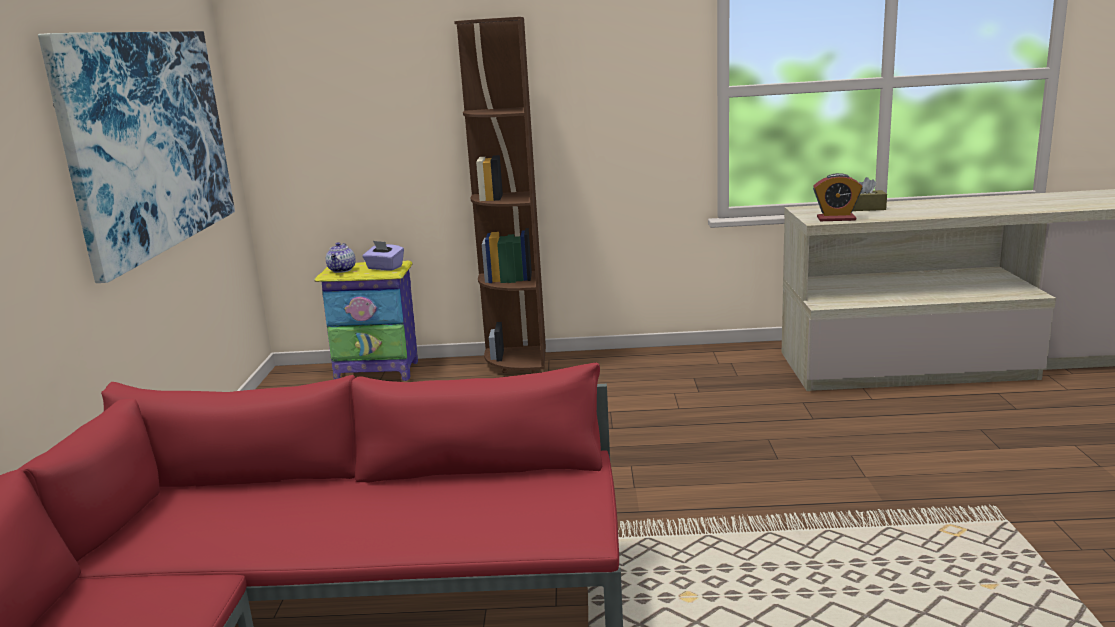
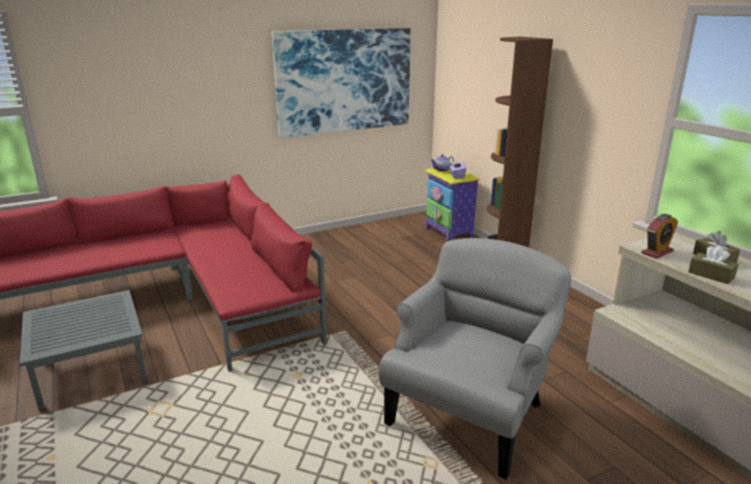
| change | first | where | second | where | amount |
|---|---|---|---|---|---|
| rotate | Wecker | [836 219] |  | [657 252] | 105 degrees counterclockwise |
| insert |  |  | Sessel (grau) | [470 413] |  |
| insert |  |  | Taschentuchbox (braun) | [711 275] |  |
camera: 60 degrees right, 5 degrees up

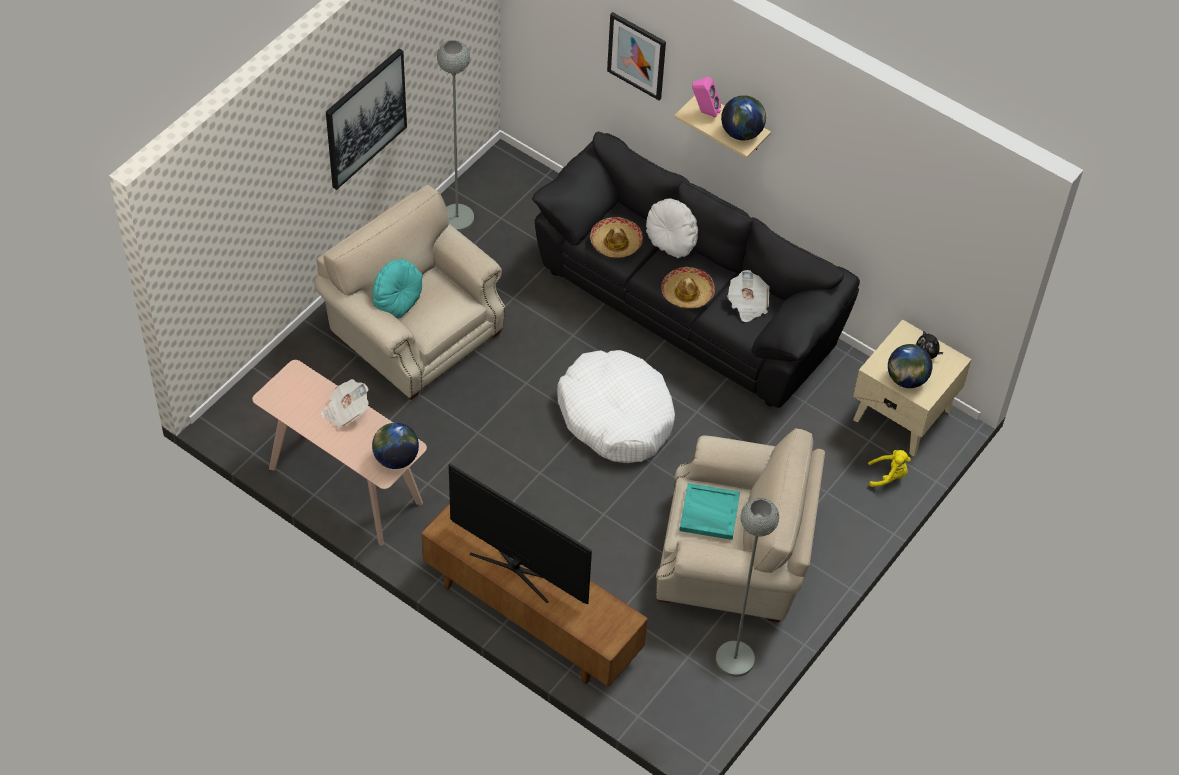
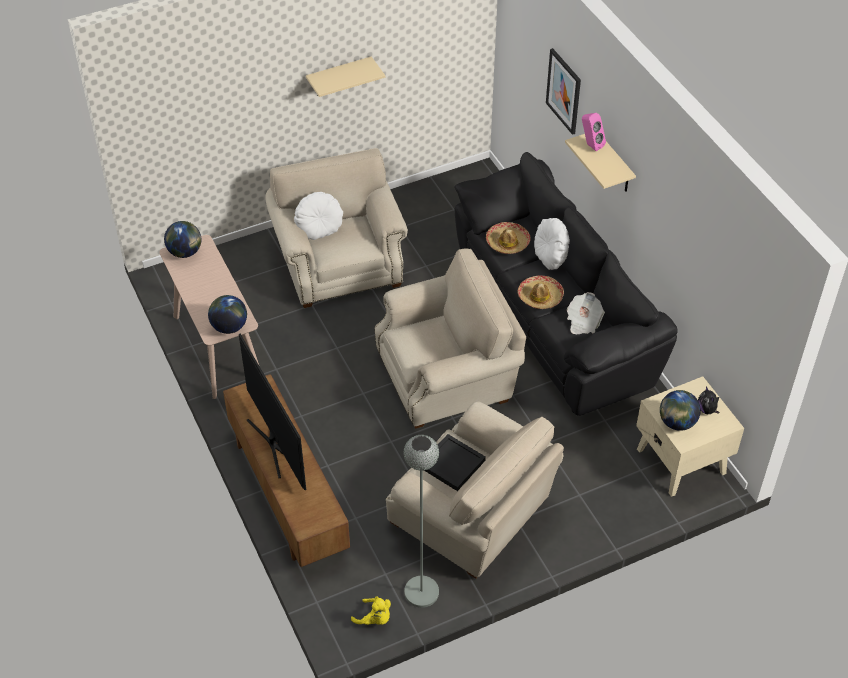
| change | first | where | second | where | amount |
|---|---|---|---|---|---|
| delete | Stehlampe (grau) | [457 219] |  |  |  |
| replace | Bild | [365 118] | Wandregal (beige) | [339 77] |  |
| move | Globus | [742 133] |  | [185 252] |  |
| recolor | Kissen (türkis) | [398 305] | Kissen (weiß) | [319 232] |  |
| replace | Hundebett (weiß) | [616 415] | Sessel (beige) | [448 375] |  |
| delete | Zeitung | [345 411] |  |  |  |
| move | Plüschtier (gelb) | [888 476] |  | [374 619] |  |
| recolor | Tablett (türkis) | [709 513] | Tablett (schwarz) | [451 464] |  |
camera: 30 degrees right, 5 degrees down

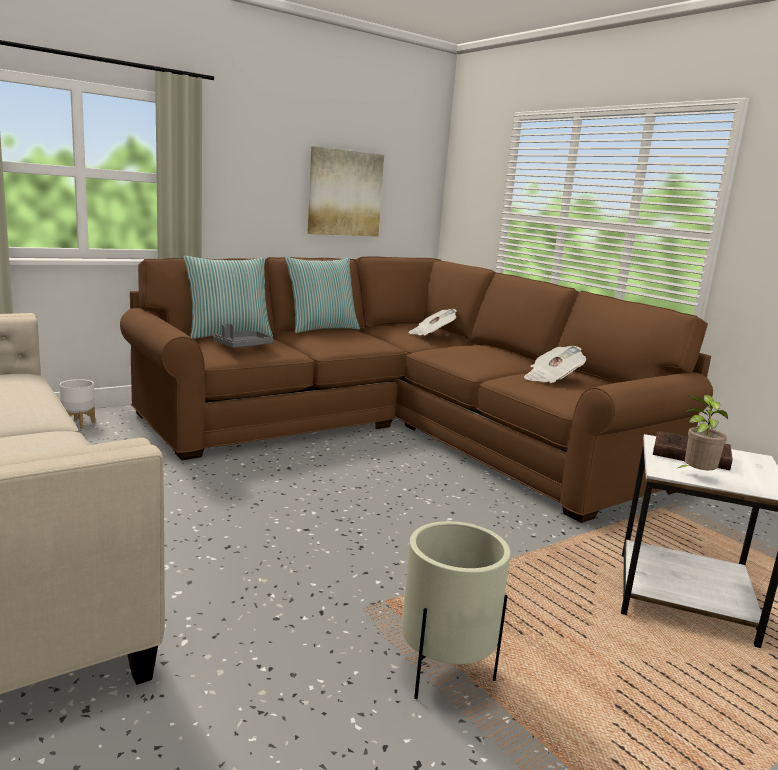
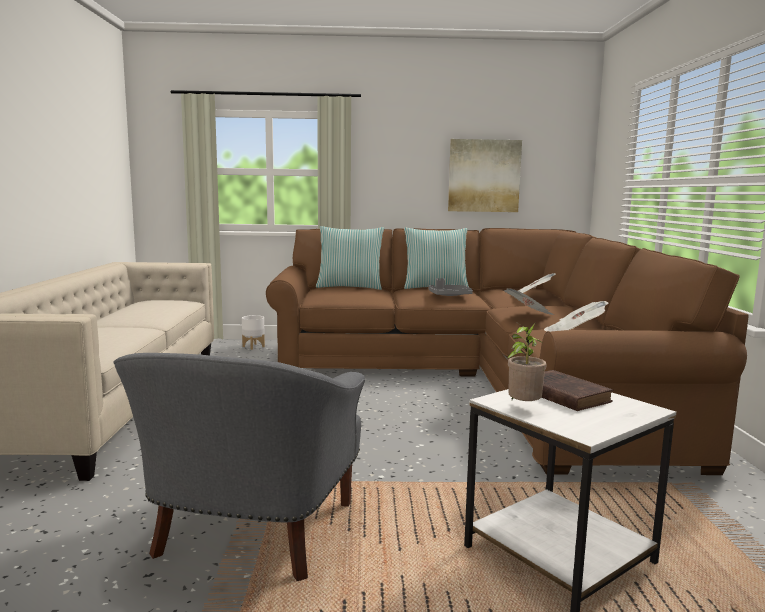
| change | first | where | second | where | amount |
|---|---|---|---|---|---|
| move | Tablett (grau) | [242 346] |  | [449 295] |  |
| replace | Pflanzkübel (beige) | [444 673] | Sessel (grau) | [251 534] |  |
| insert |  |  | Zeitung | [528 315] |  |
camera: 35 degrees right, 5 degrees down

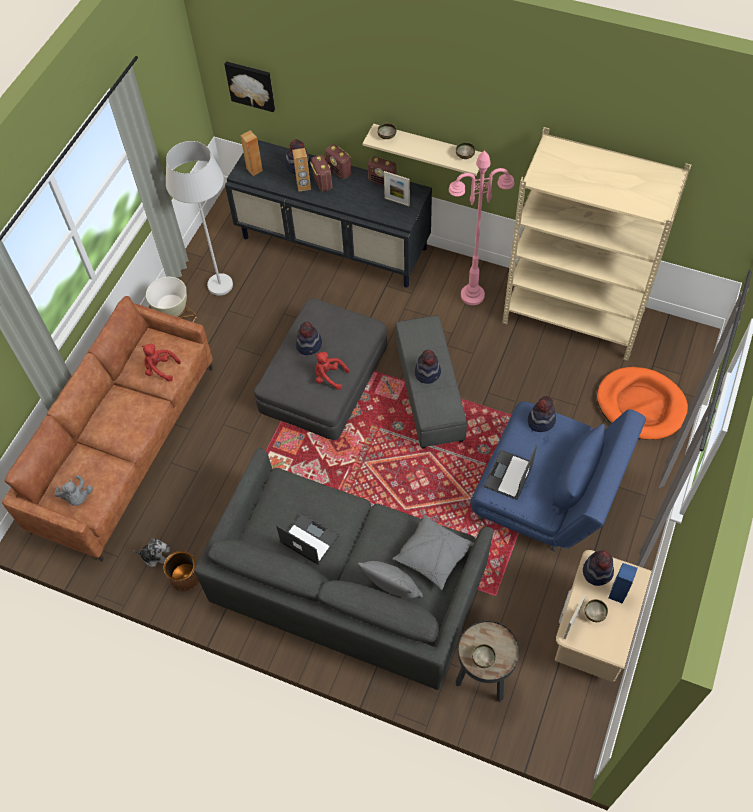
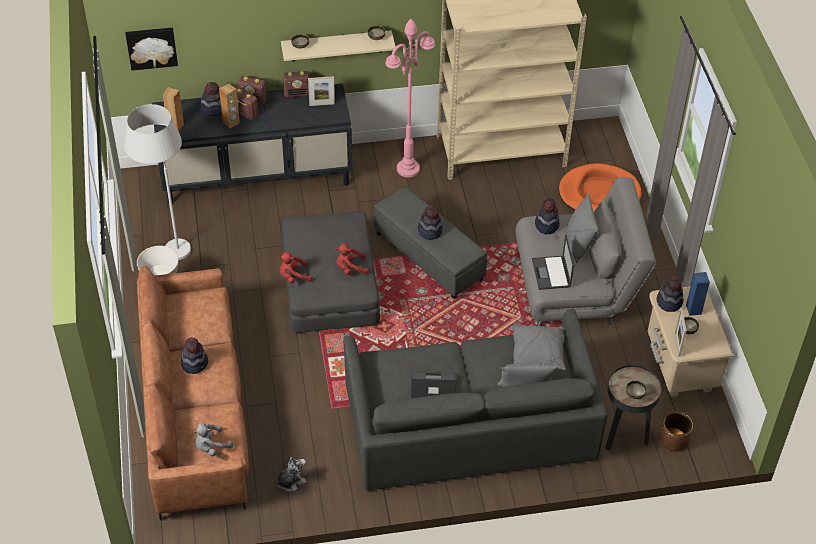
| change | first | where | second | where | amount |
|---|---|---|---|---|---|
| move | Hut | [309 345] |  | [195 363] |  |
| move | Plüschtier (rot) | [160 369] |  | [294 277] |  |
| recolor | Sessel (blau) | [548 494] | Sessel (grau) | [577 286] |  |
| rotate | Plüschtier (grau) | [77 497] |  | [211 447] | 120 degrees clockwise |
| move | Pflanzkübel (braun) | [184 576] |  | [673 439] |  |
| insert |  |  | Kissen (grau) | [578 244] |  |
camera: 35 degrees left, 10 degrees down

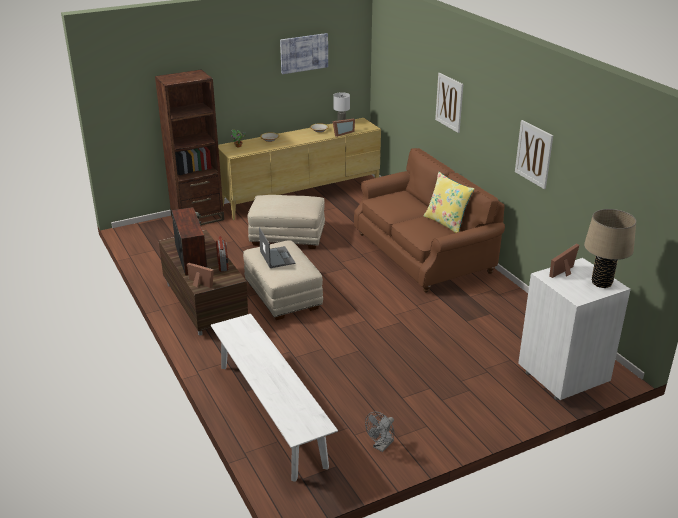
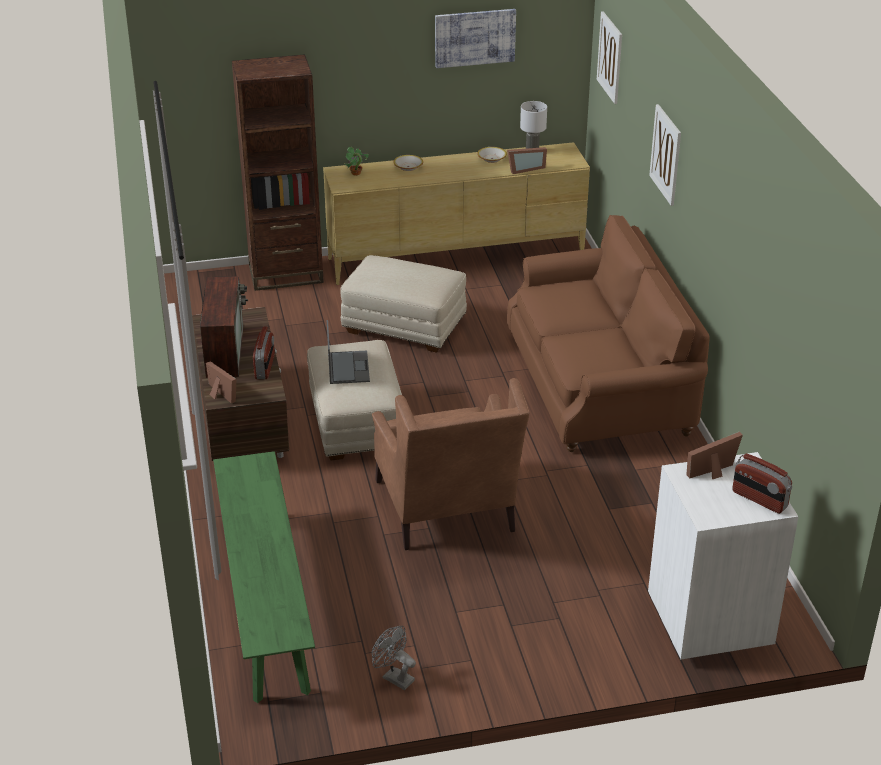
| change | first | where | second | where | amount |
|---|---|---|---|---|---|
| move | Bild | [534 154] |  | [610 57] |  |
| delete | Kissen (gelb) | [446 223] |  |  |  |
| replace | Tischlampe (beige) | [601 283] | Radio | [759 499] |  |
| recolor | Bank (weiß) | [270 413] | Bank (grün) | [265 601] |  |
| rotate | Ventilator (grau) | [381 446] |  | [394 677] | 75 degrees clockwise |
| insert |  |  | Sessel (braun) | [449 512] |  |
camera: 15 degrees right, 5 degrees up

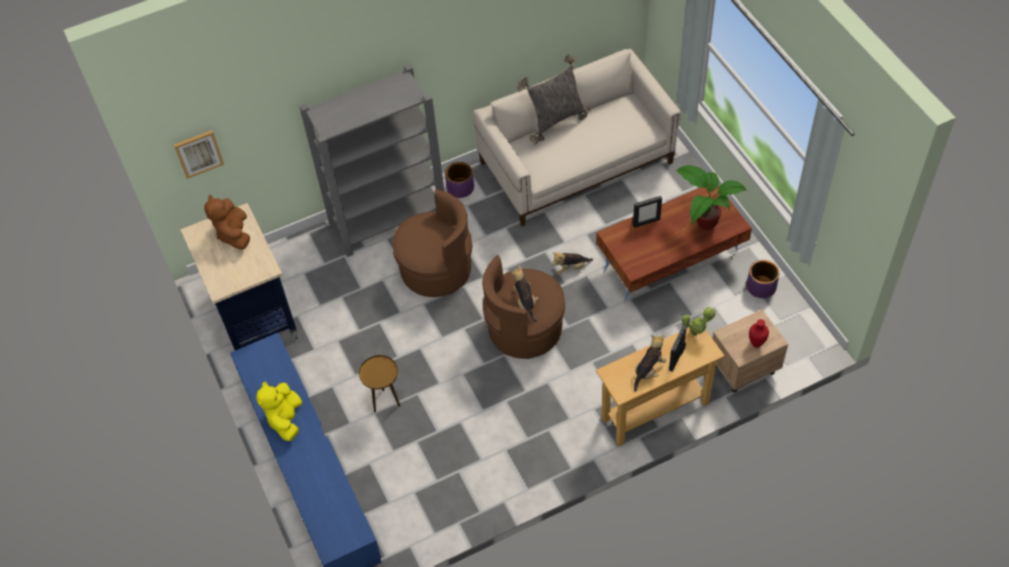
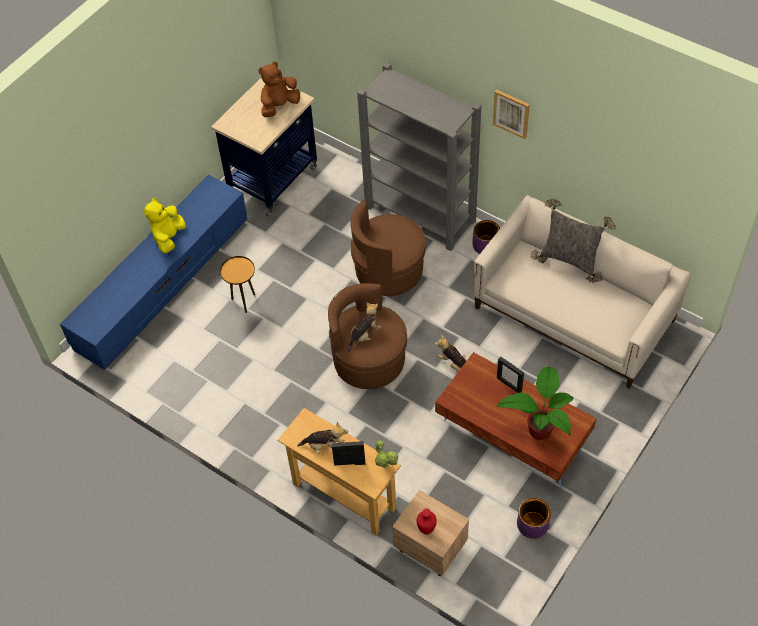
| change | first | where | second | where | amount |
|---|---|---|---|---|---|
| move | Bild | [198 153] |  | [511 113] |  |
| rotate | Sessel (braun) | [436 270] |  | [389 271] | 105 degrees clockwise |
| rotate | Plüschtier (gelb) | [285 419] |  | [169 237] | 45 degrees counterclockwise |
camera: 60 degrees right, 0 degrees up

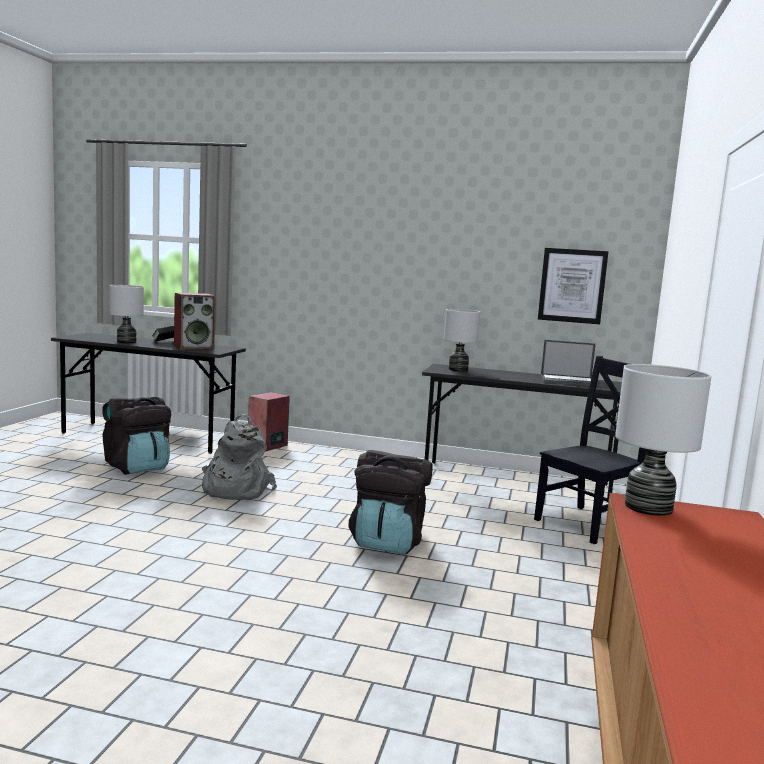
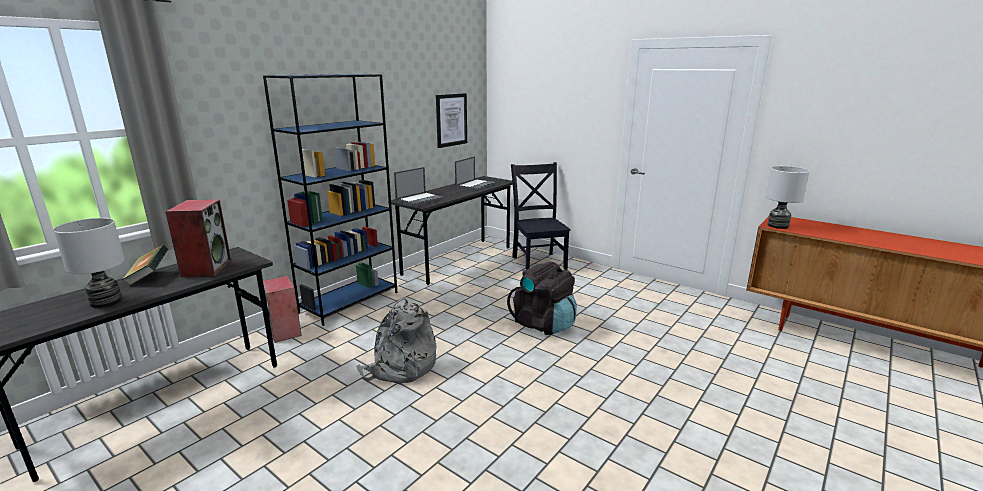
| change | first | where | second | where | amount |
|---|---|---|---|---|---|
| replace | Tischlampe (grau) | [458 369] | Laptop | [420 199] |  |
| delete | Rucksack (schwarz) | [137 467] |  |  |  |
| insert |  |  | Bücherregal (blau) | [349 302] |  |
camera: 65 degrees left, 10 degrees up

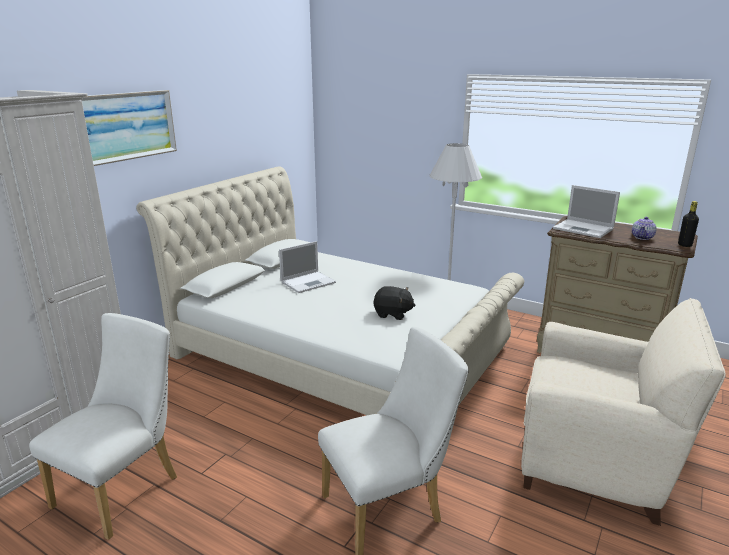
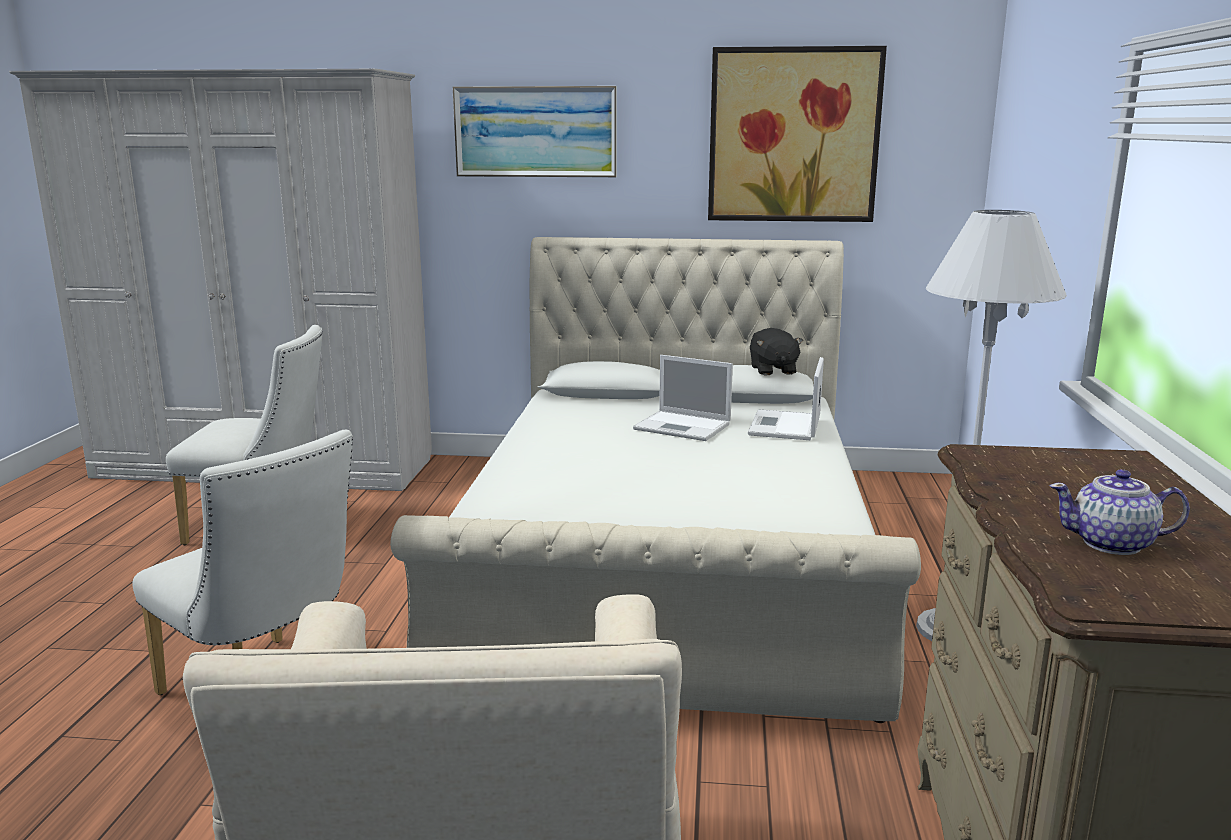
| change | first | where | second | where | amount |
|---|---|---|---|---|---|
| move | Laptop | [584 229] |  | [785 426] |  |
| delete | Flasche (schwarz) | [684 245] |  |  |  |
| move | Plüschtier (schwarz) | [393 314] |  | [772 370] |  |
| insert |  |  | Bild | [793 135] |  |
camera: 65 degrees right, 5 degrees down

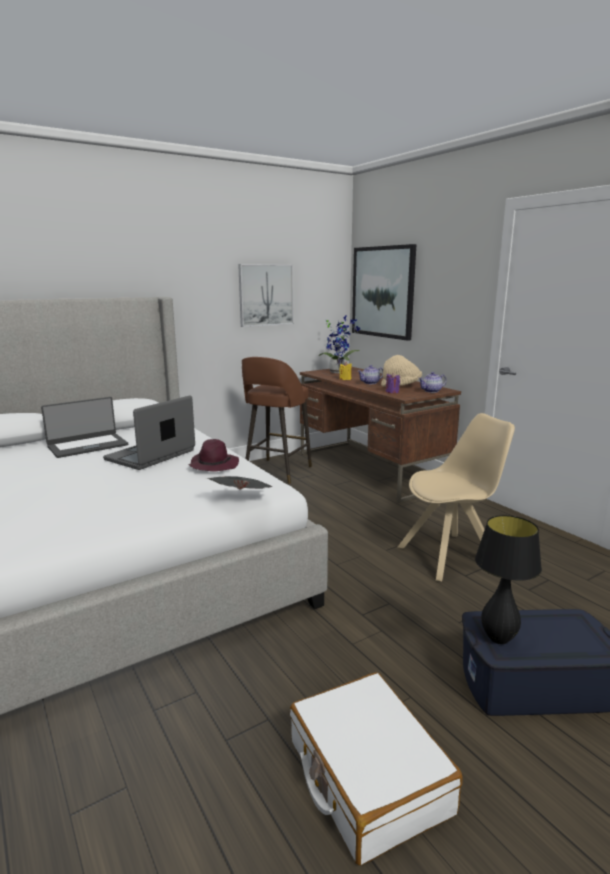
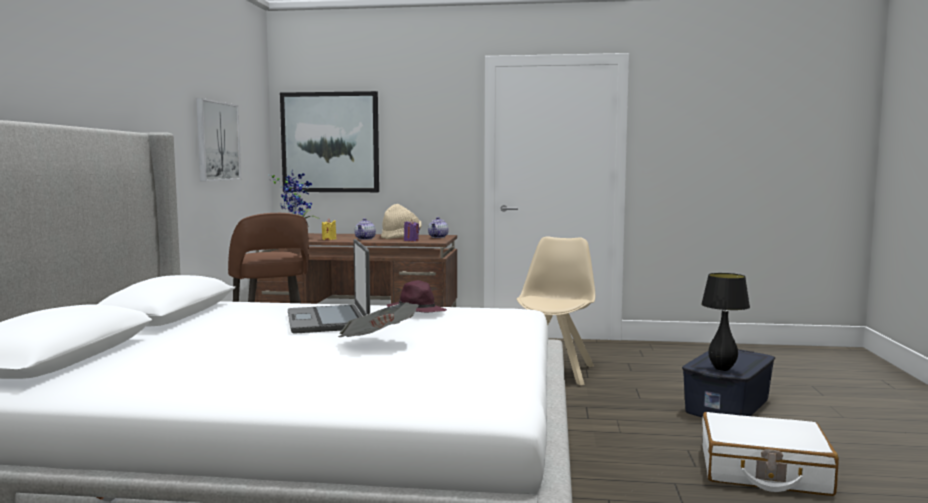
| change | first | where | second | where | amount |
|---|---|---|---|---|---|
| delete | Laptop | [87 446] |  |  |  |
| move | Zeitung | [242 500] |  | [378 343] |  |
camera: 50 degrees left, 10 degrees down

